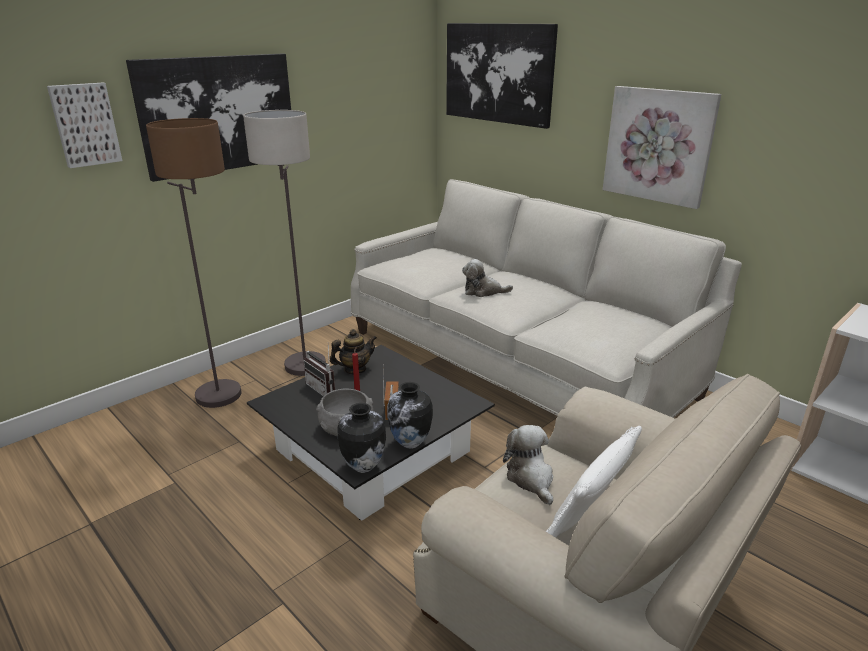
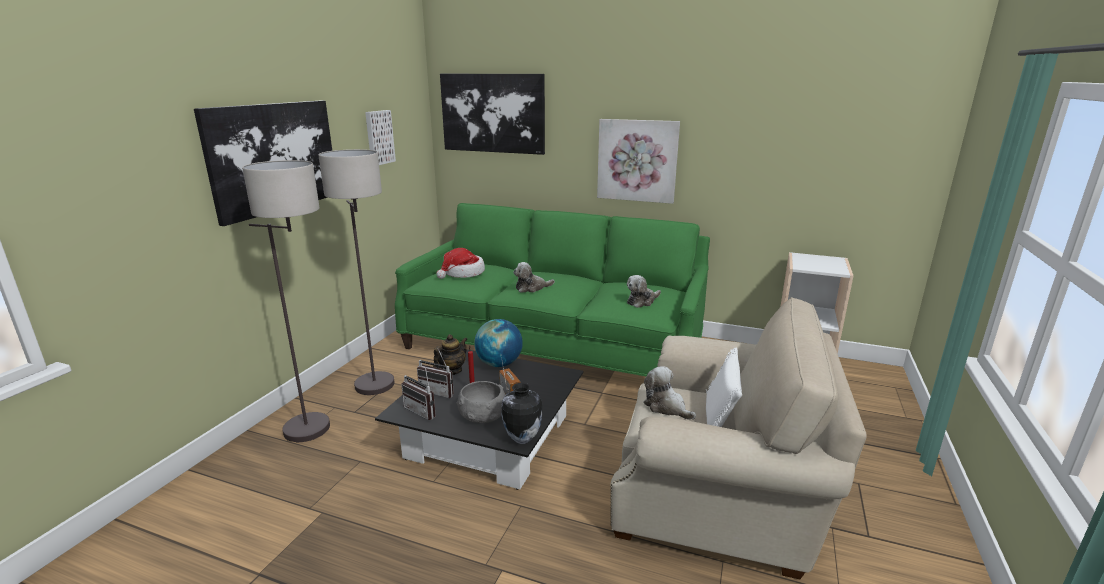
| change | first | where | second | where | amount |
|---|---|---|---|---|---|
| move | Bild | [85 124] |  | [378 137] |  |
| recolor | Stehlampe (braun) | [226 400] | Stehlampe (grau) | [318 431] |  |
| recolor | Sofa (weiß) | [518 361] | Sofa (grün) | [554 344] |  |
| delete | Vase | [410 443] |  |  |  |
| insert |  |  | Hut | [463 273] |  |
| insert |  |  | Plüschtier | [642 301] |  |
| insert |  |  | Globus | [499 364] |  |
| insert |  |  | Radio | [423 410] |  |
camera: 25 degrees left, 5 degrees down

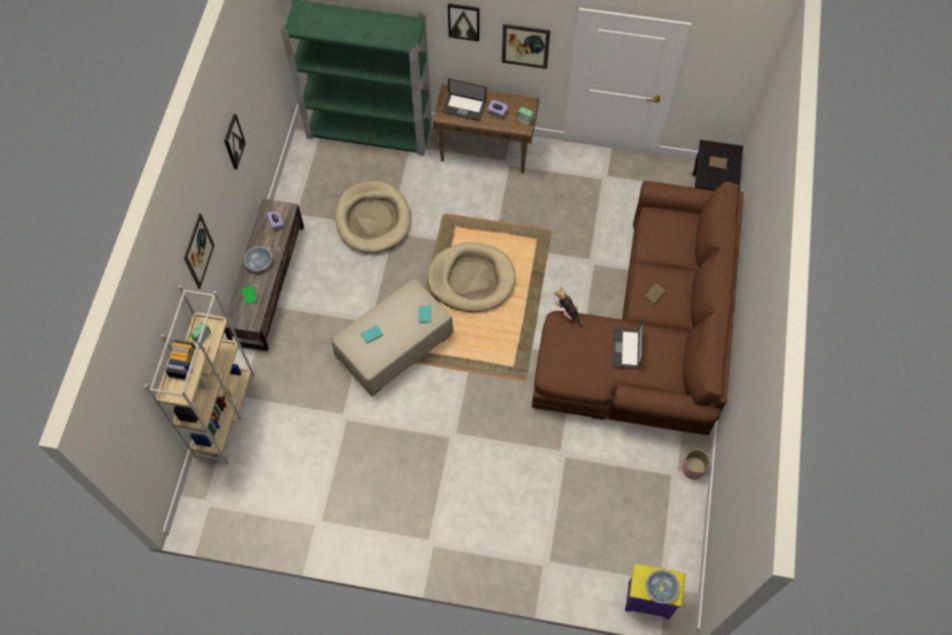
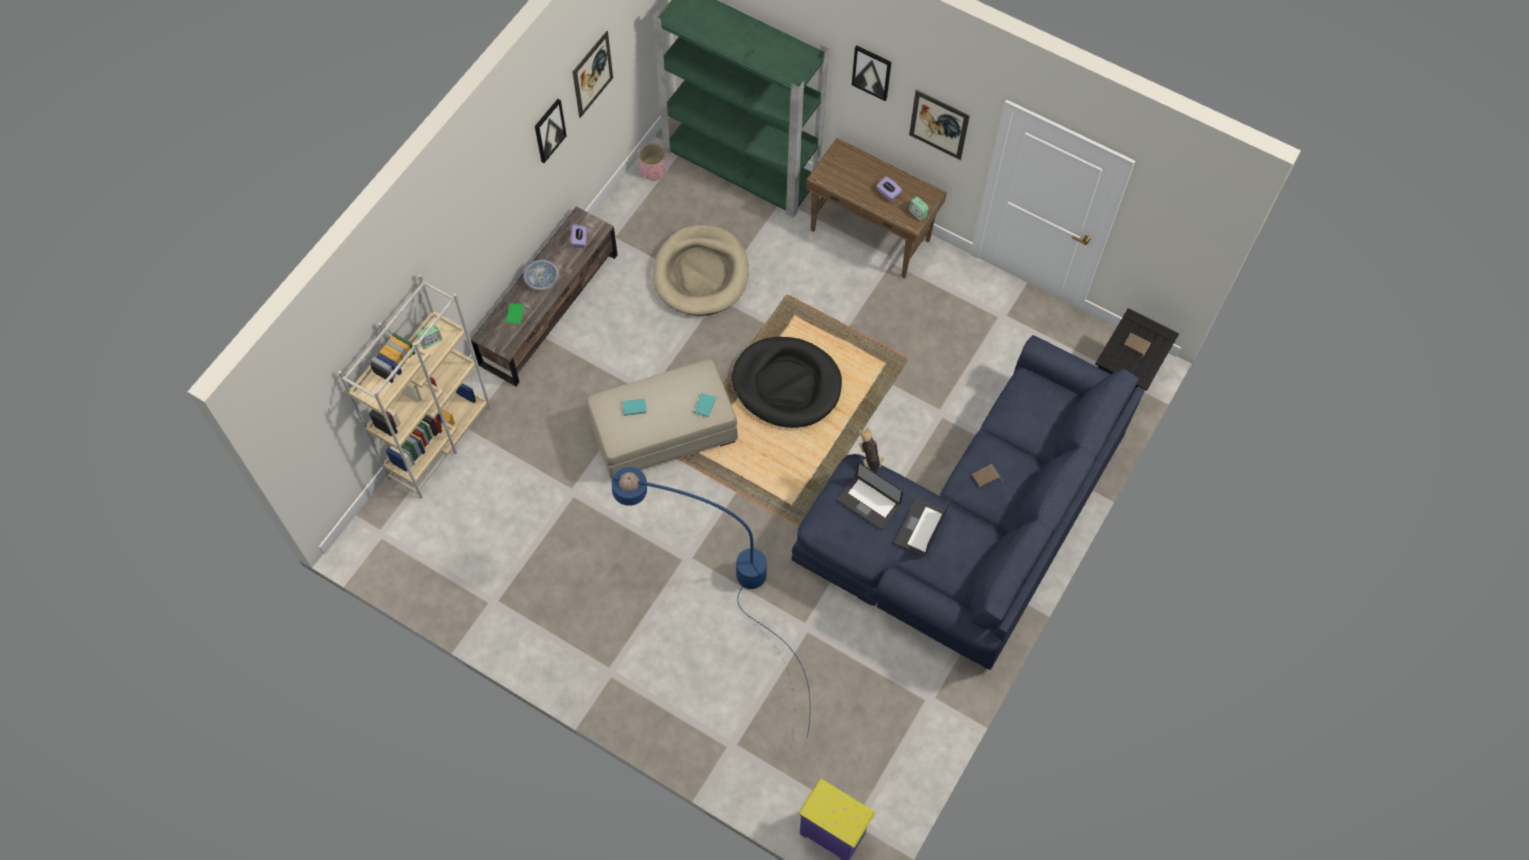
| change | first | where | second | where | amount |
|---|---|---|---|---|---|
| move | Laptop | [464 107] |  | [868 503] |  |
| recolor | Sofa (braun) | [648 335] | Sofa (blau) | [971 525] |  |
| move | Bild | [199 251] |  | [592 74] |  |
| recolor | Hundebett (beige) | [471 279] | Hundebett (schwarz) | [786 384] |  |
| move | Pflanzkübel (rosa) | [693 469] |  | [653 171] |  |
| delete | Schüssel | [661 588] |  |  |  |
| insert |  |  | Stehlampe (blau) | [712 586] |  |
camera: 20 degrees right, 0 degrees up

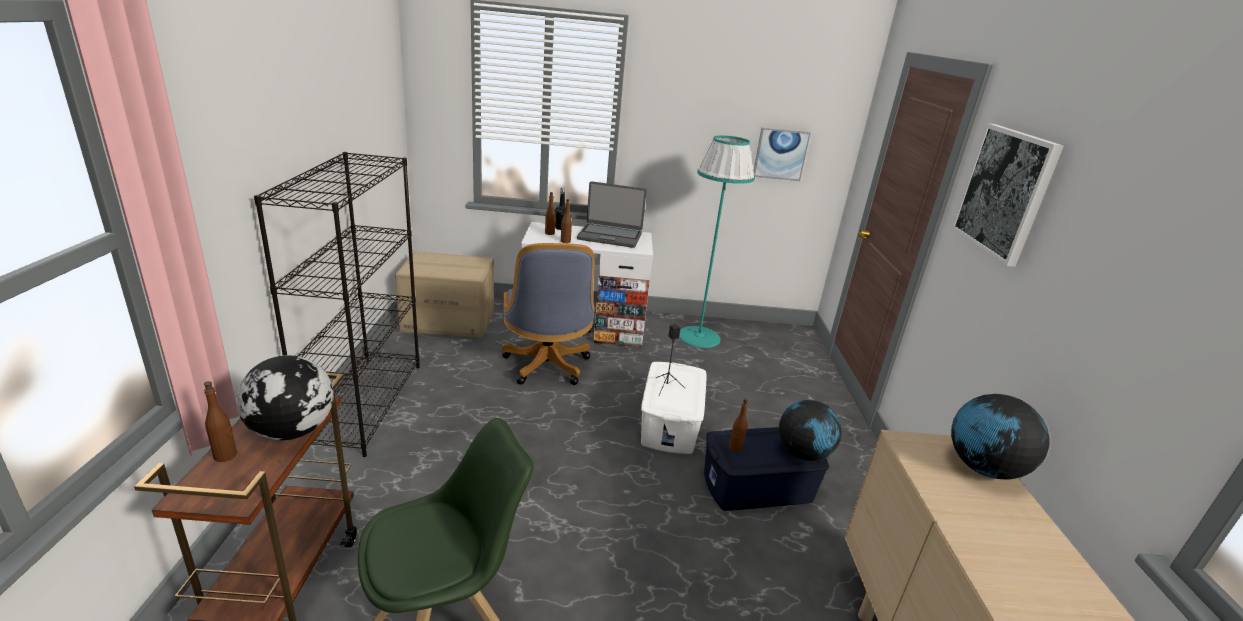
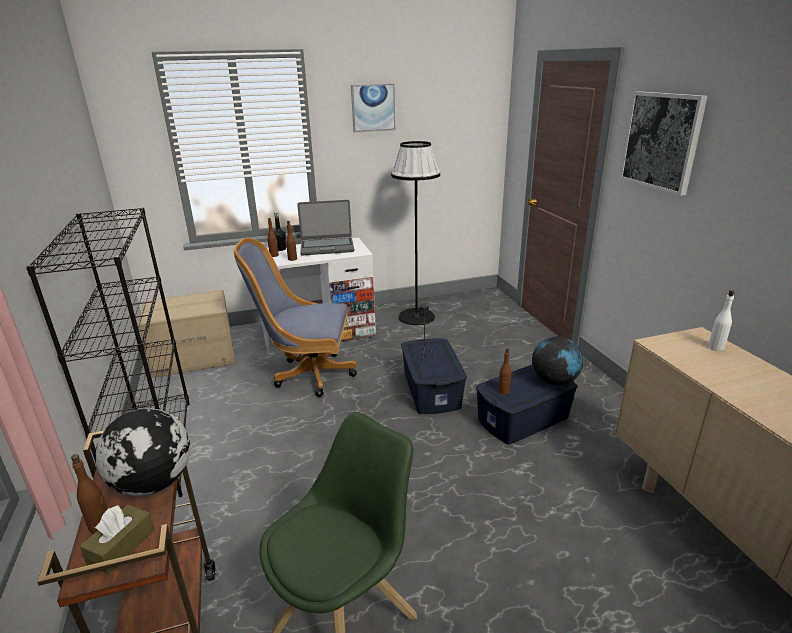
| change | first | where | second | where | amount |
|---|---|---|---|---|---|
| move | Bild | [780 154] |  | [373 108] |  |
| recolor | Stehlampe (türkis) | [699 337] | Stehlampe (schwarz) | [416 316] |  |
| rotate | Bürostuhl (blau) | [547 369] |  | [307 375] | 120 degrees clockwise |
| recolor | Aufbewahrungsbox (weiß) | [670 423] | Aufbewahrungsbox (blau) | [432 390] |  |
| replace | Globus | [983 468] | Flasche (weiß) | [716 347] |  |
| insert |  |  | Taschentuchbox (braun) | [122 546] |  |
camera: 15 degrees left, 0 degrees up

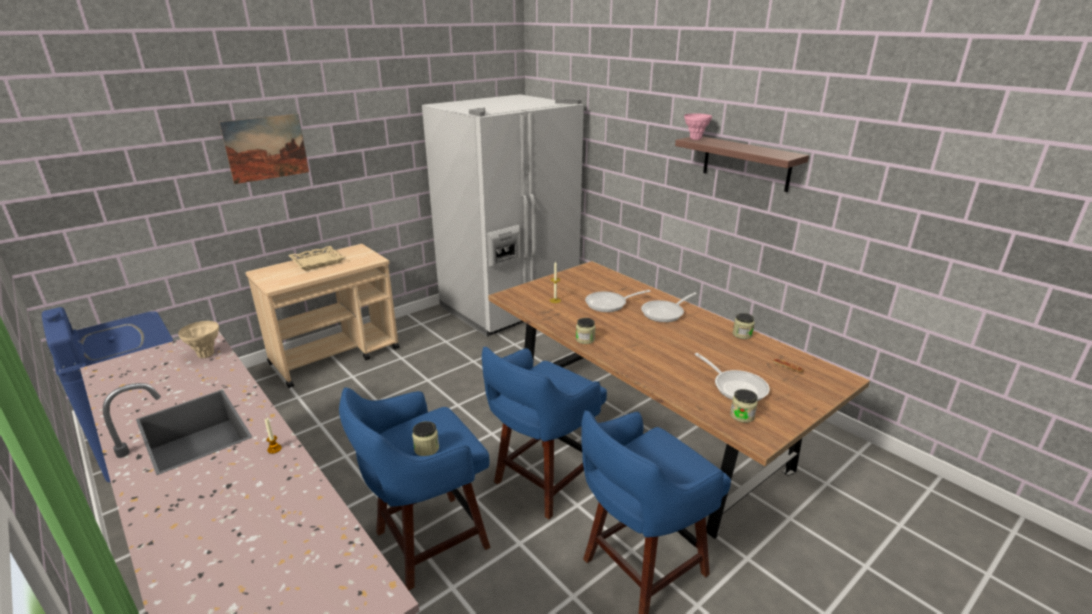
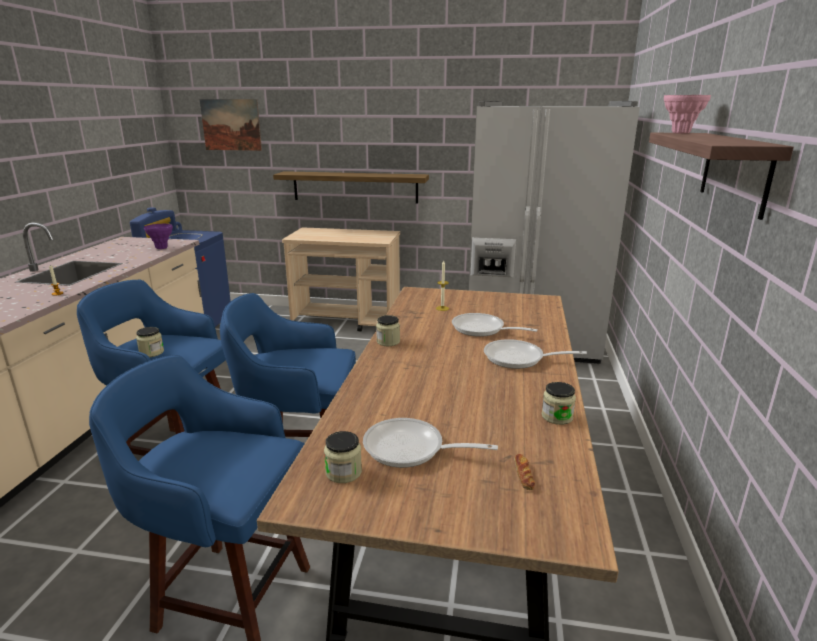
| change | first | where | second | where | amount |
|---|---|---|---|---|---|
| move | Bild | [266 148] |  | [231 125] |  |
| delete | Tablett (beige) | [317 261] |  |  |  |
| recolor | Vase (beige) | [206 355] | Vase (lila) | [161 248] |  |
| rotate | Pfanne | [736 387] |  | [411 449] | 90 degrees clockwise |
| insert |  |  | Wandregal | [355 187] |  |
camera: 50 degrees right, 5 degrees down

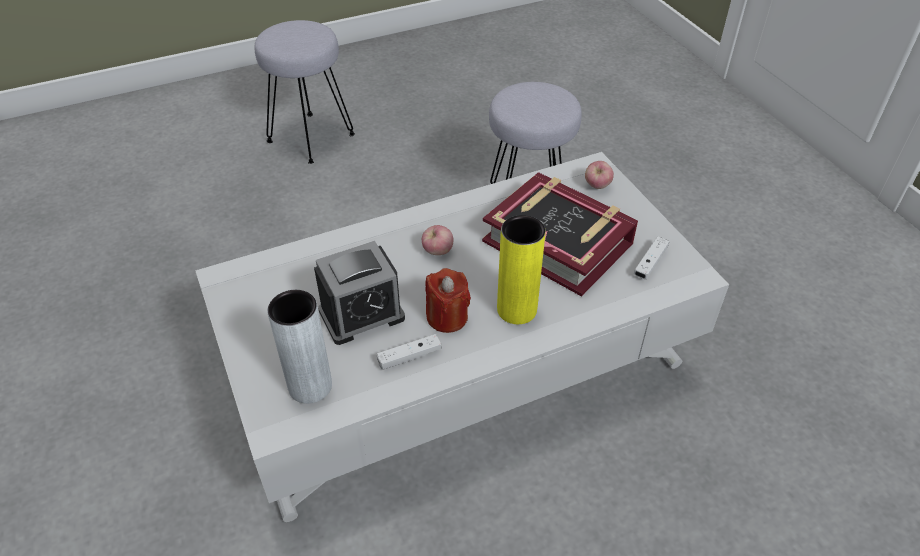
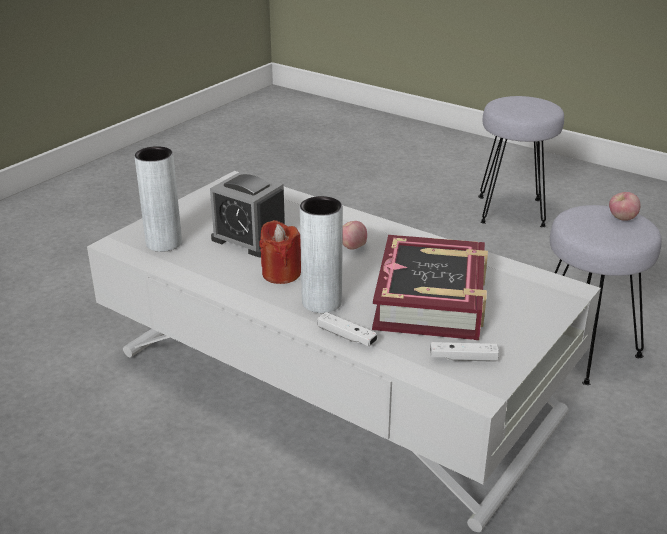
| change | first | where | second | where | amount |
|---|---|---|---|---|---|
| move | Apfel | [597 186] |  | [622 219] |  |
| recolor | Vase (gelb) | [516 310] | Vase (grau) | [321 302] |  |
| move | Gamepad (weiß) | [409 357] |  | [346 336] |  |
camera: 60 degrees right, 15 degrees down

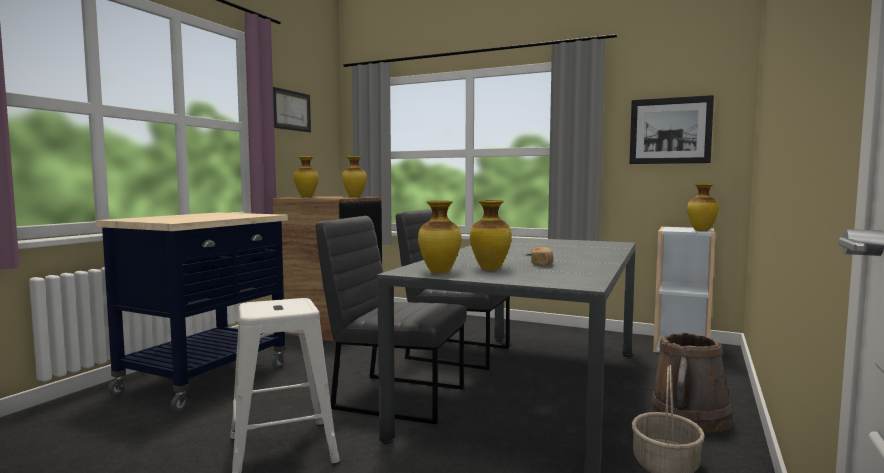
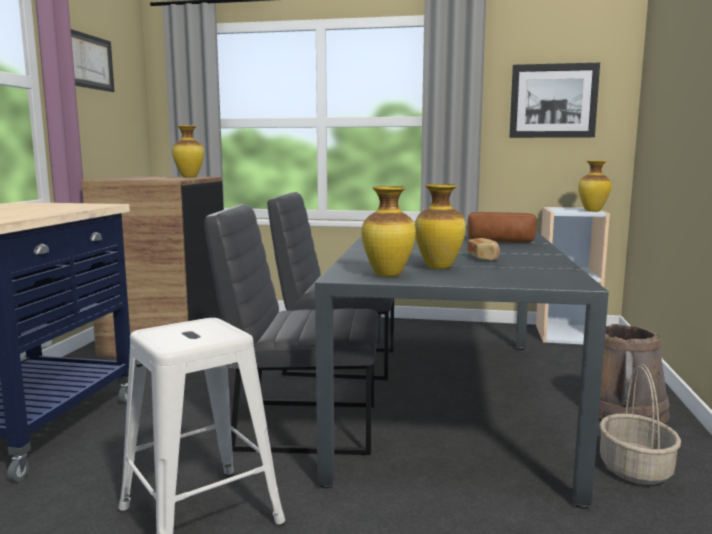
| change | first | where | second | where | amount |
|---|---|---|---|---|---|
| delete | Vase | [306 196] |  |  |  |
| insert |  |  | Brot | [500 241] |  |
camera: 15 degrees left, 5 degrees up

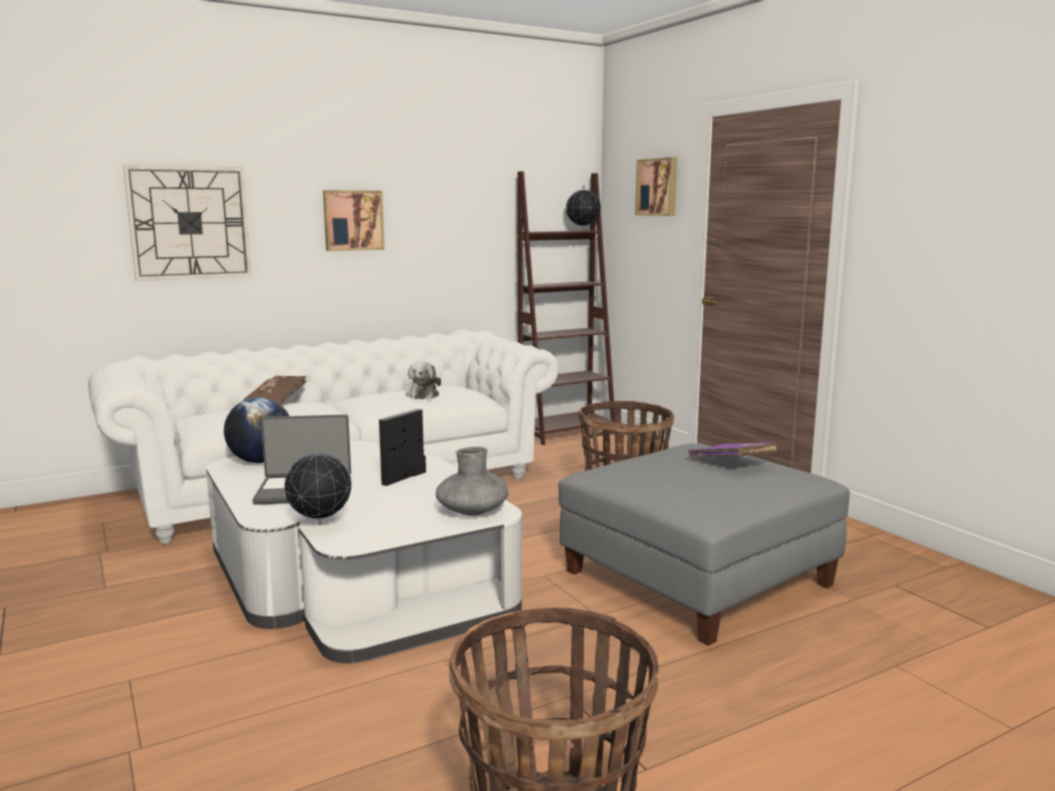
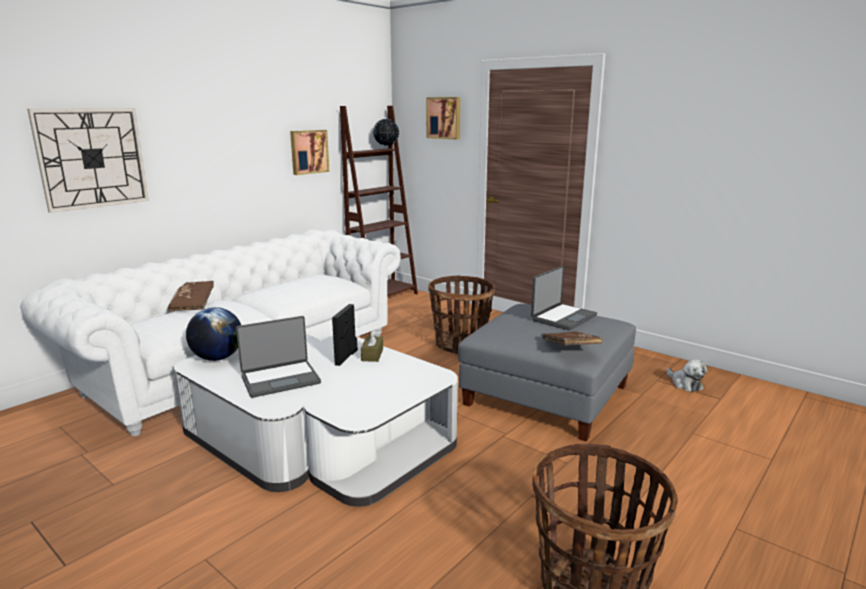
| change | first | where | second | where | amount |
|---|---|---|---|---|---|
| move | Bild | [353 220] |  | [308 151] |  |
| move | Plüschtier | [423 394] |  | [685 384] |  |
| replace | Buch (lila) | [731 463] | Laptop | [563 317] |  |
| delete | Globus | [320 525] |  |  |  |
| delete | Vase (grau) | [472 511] |  |  |  |
| insert |  |  | Taschentuchbox (braun) | [372 355] |  |
| insert |  |  | Buch (braun) | [569 348] |  |
camera: 20 degrees left, 5 degrees up

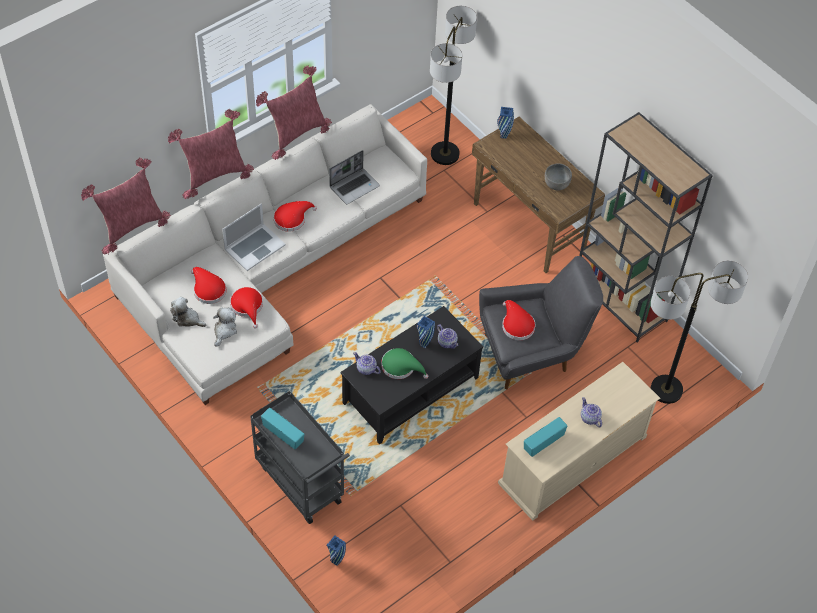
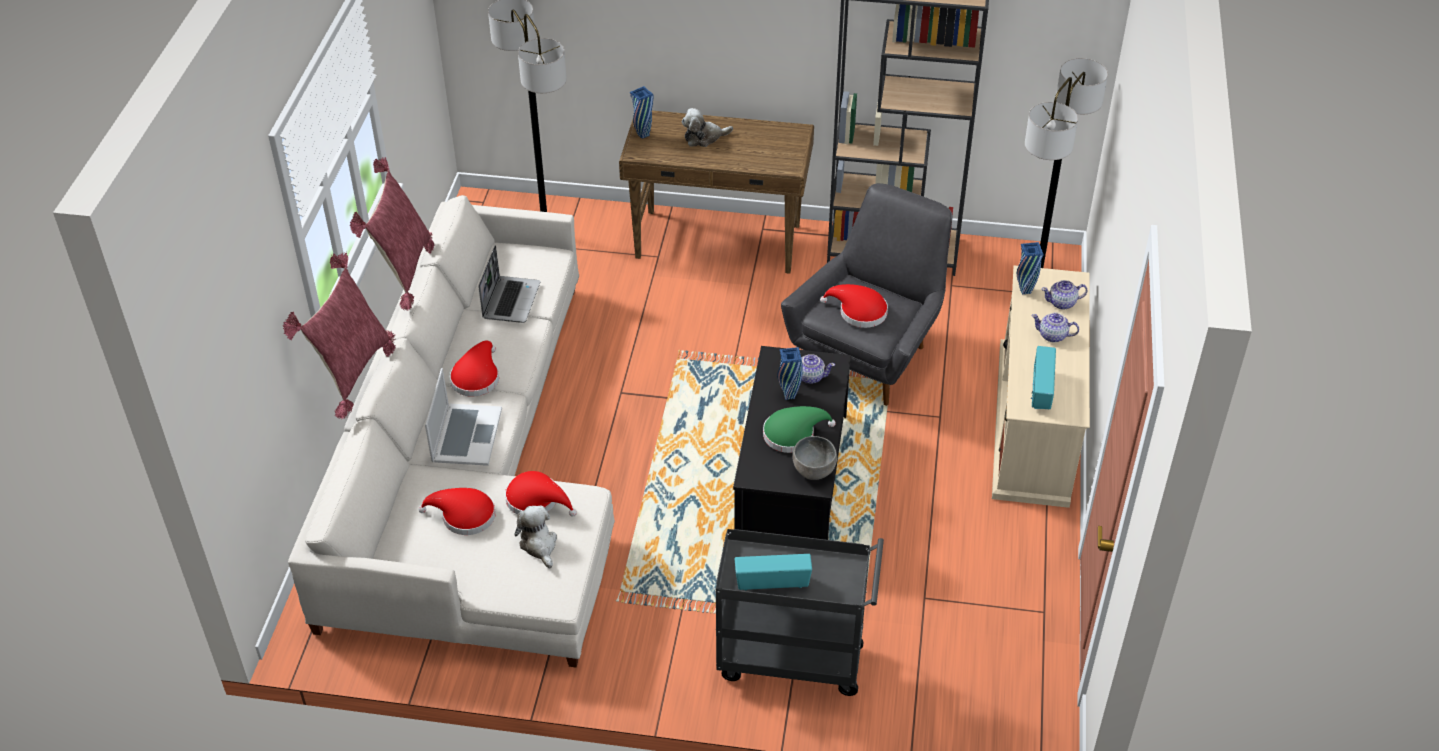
| change | first | where | second | where | amount |
|---|---|---|---|---|---|
| delete | Kissen (rot) | [131 230] |  |  |  |
| move | Schüssel (grau) | [556 185] |  | [814 472] |  |
| move | Plüschtier | [187 319] |  | [704 137] |  |
| move | Teekanne | [366 369] |  | [1062 303] |  |
| move | Vase (blau) | [336 561] |  | [1025 291] |  |
camera: 40 degrees left, 10 degrees down

